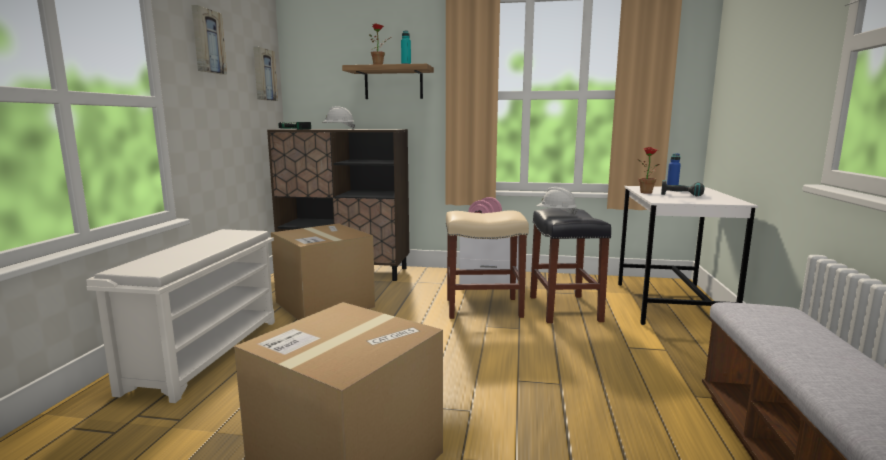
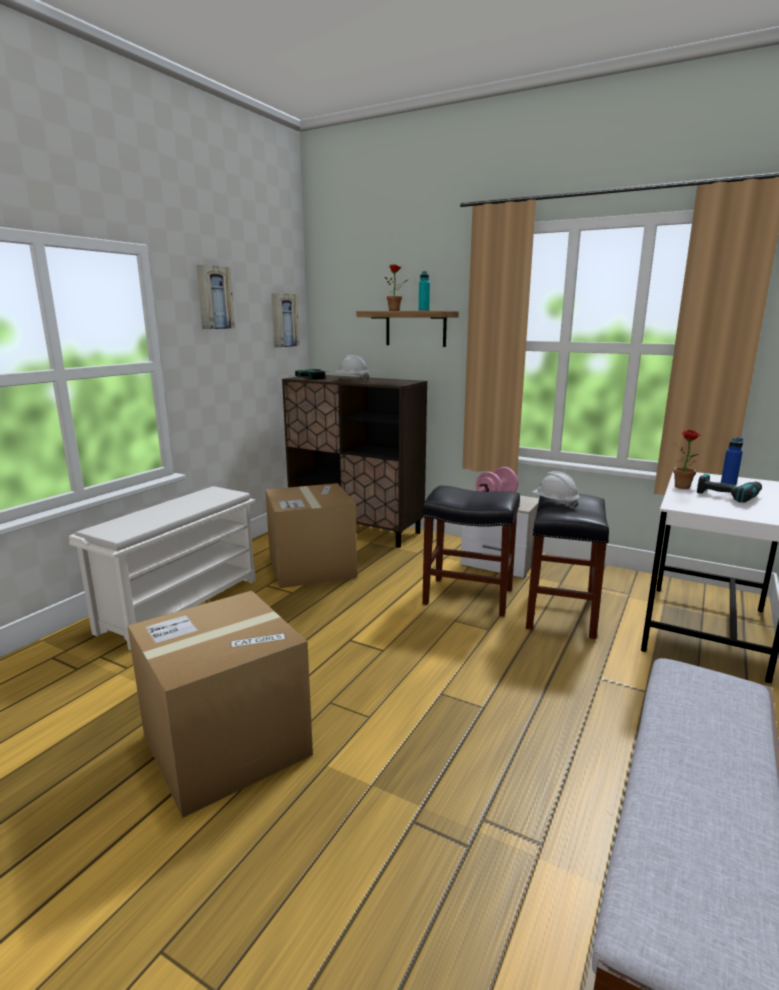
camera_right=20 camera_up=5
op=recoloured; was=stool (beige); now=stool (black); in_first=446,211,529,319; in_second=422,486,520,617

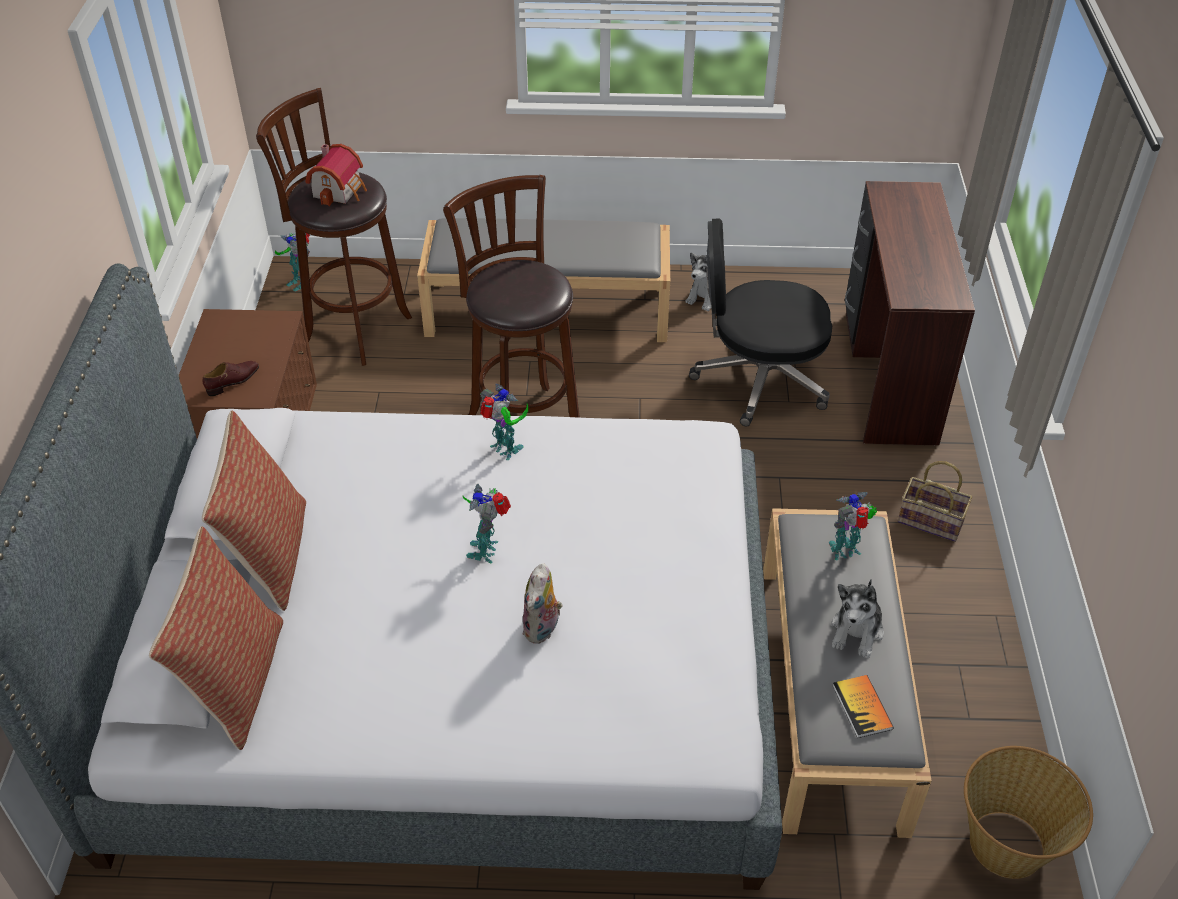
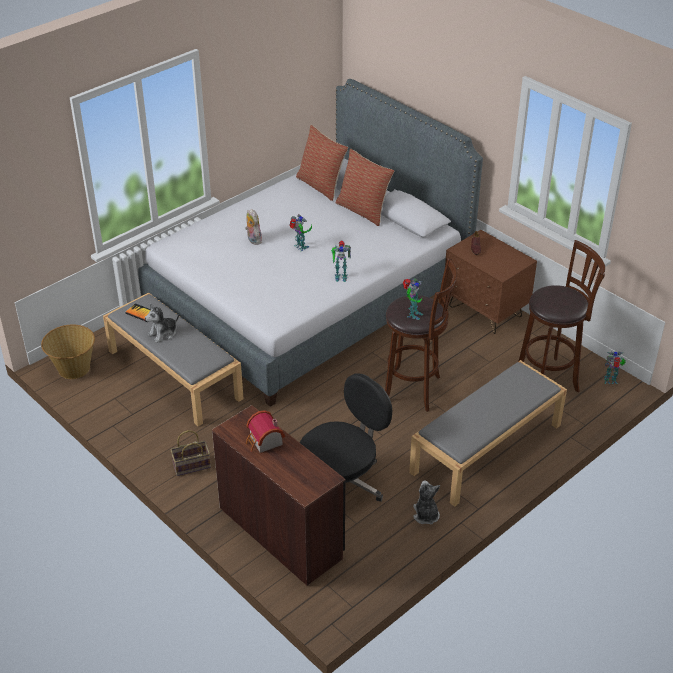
camera_right=135 camera_up=-5
op=moved; was=toy house; in_first=305,144,367,206; in_second=246,410,285,453
op=moved; was=toy robot; in_first=829,492,878,561; in_second=403,278,423,320
op=turned; was=plush toy; in_first=831,579,884,658; in_second=145,303,179,343; clockwise=-105

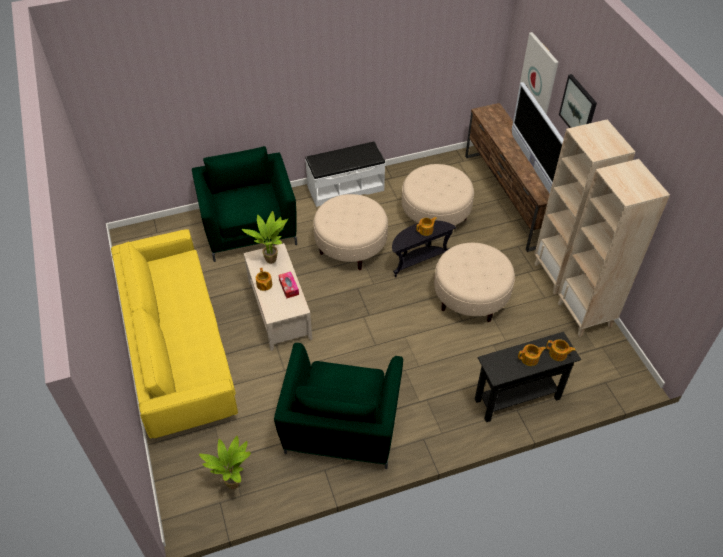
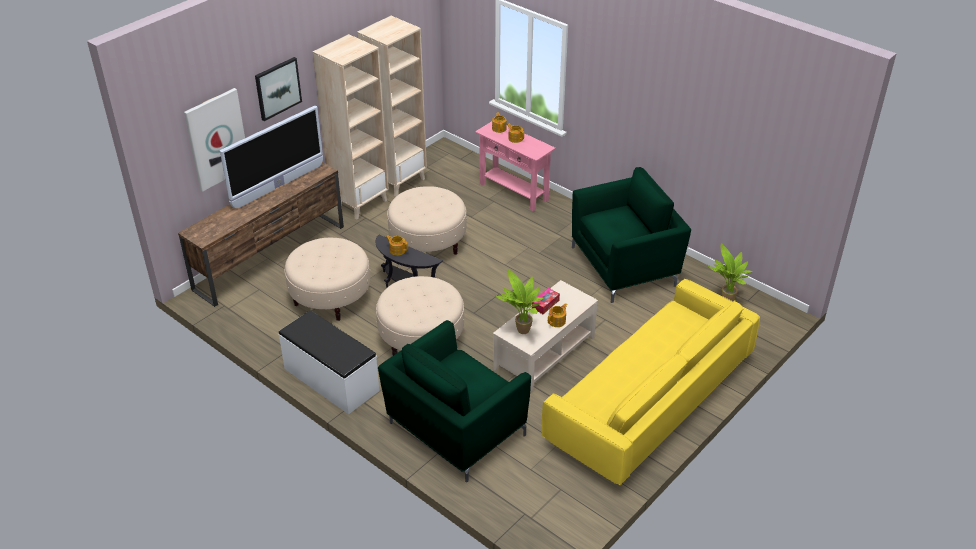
camera_right=-120 camera_up=-10
op=recoloured; was=console table (black); now=console table (pink); in_first=475,332,581,422; in_second=475,121,556,211

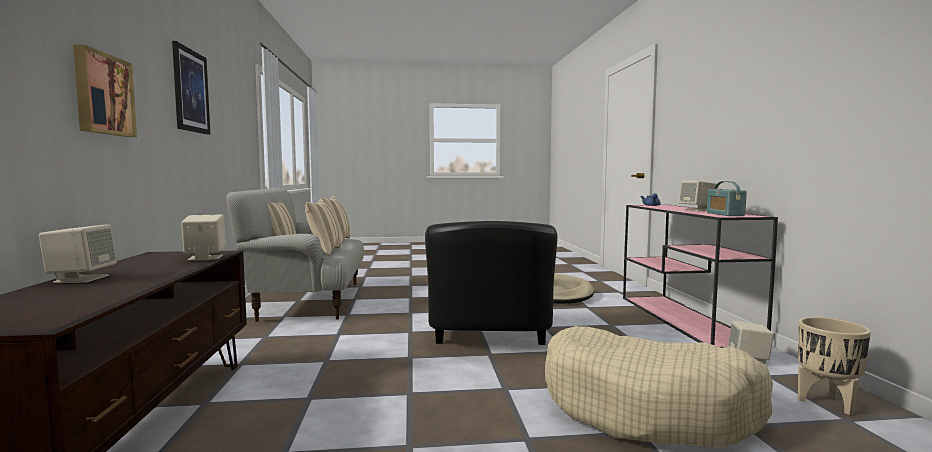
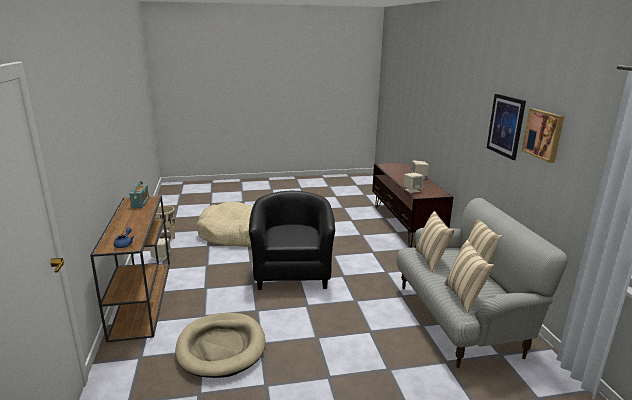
camera_right=175 camera_up=15
op=moved; was=picture; in_first=73,44,137,137; in_second=522,108,564,163
op=recoloured; was=console table (pink); now=console table (brown); in_first=623,205,778,348; in_second=90,195,170,342
op=removed; was=speaker (beige); in_first=679,181,716,211

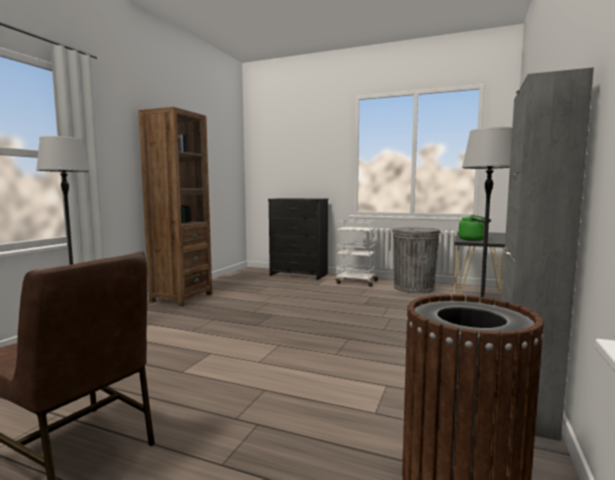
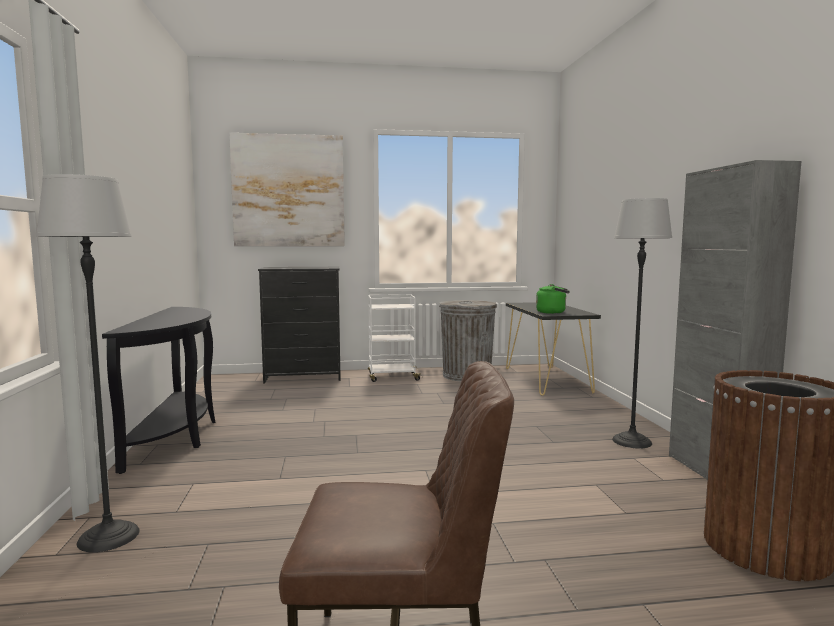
camera_right=-30 camera_up=0
op=replaced; was=bookcase (brown); now=console table (black); in_first=138,107,212,307; in_second=102,307,216,474
op=added; now=picture; in_second=229,133,345,246

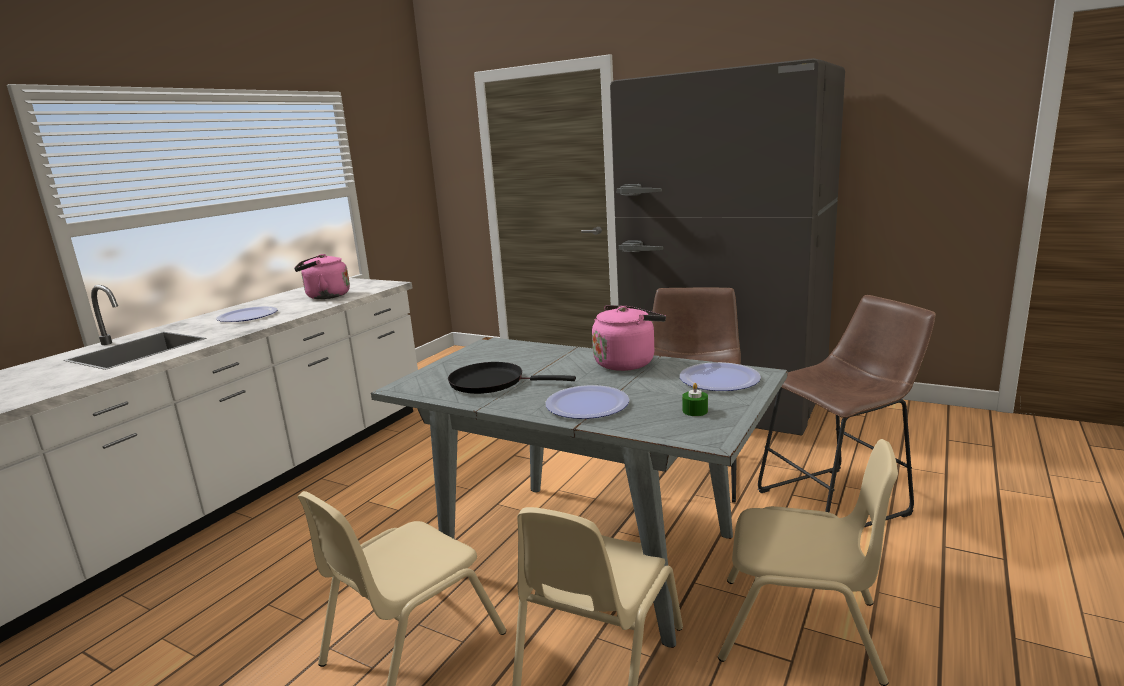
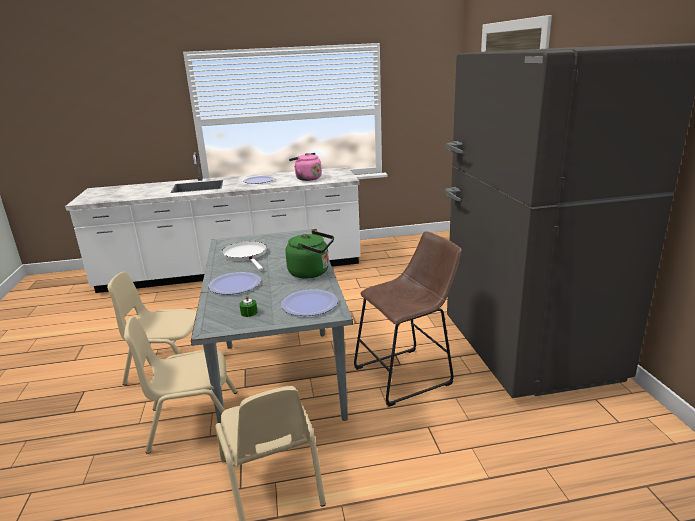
camera_right=50 camera_up=5
op=recoloured; was=frying pan (black); now=frying pan (white); in_first=448,362,576,394; in_second=222,241,267,270
op=recoloured; was=kettle (pink); now=kettle (green); in_first=592,305,666,371; in_second=286,231,334,279
op=removed; was=stool (brown); in_first=758,295,936,527

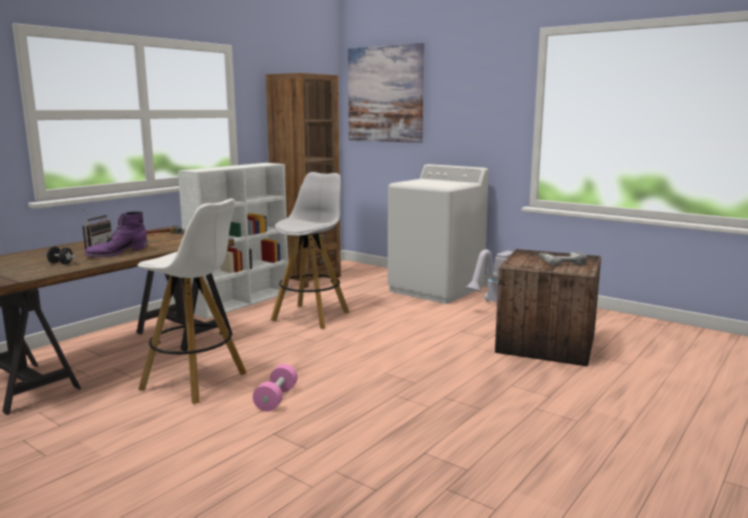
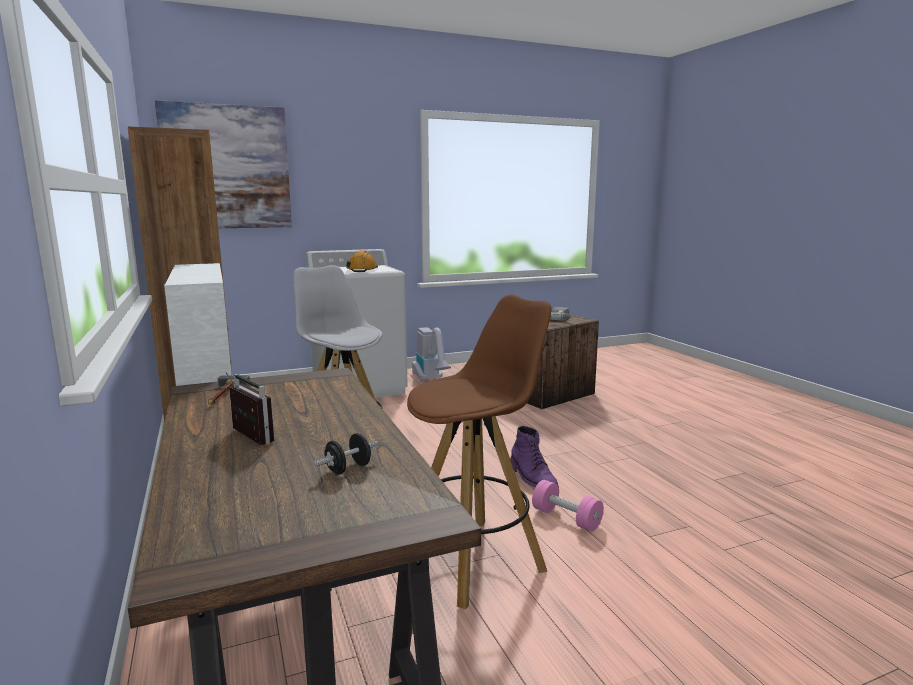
camera_right=-60 camera_up=0
op=moved; was=boot (purple); in_first=84,211,148,257; in_second=510,426,559,487
op=recoloured; was=stool (white); now=stool (brown); in_first=137,199,247,404; in_second=407,294,552,610
op=added; now=hard hat (orange); in_second=346,250,378,272

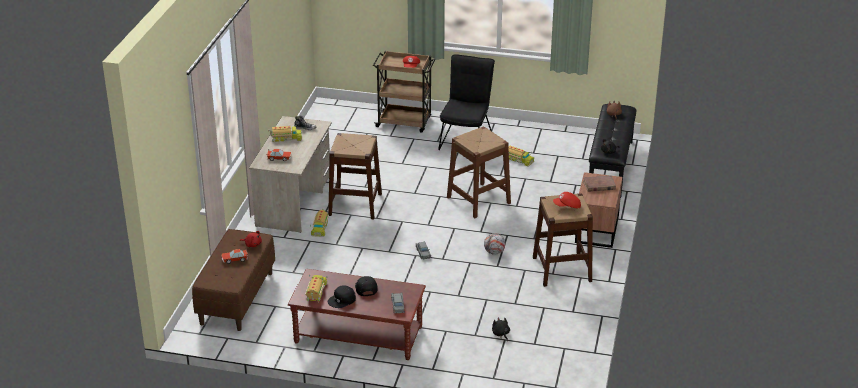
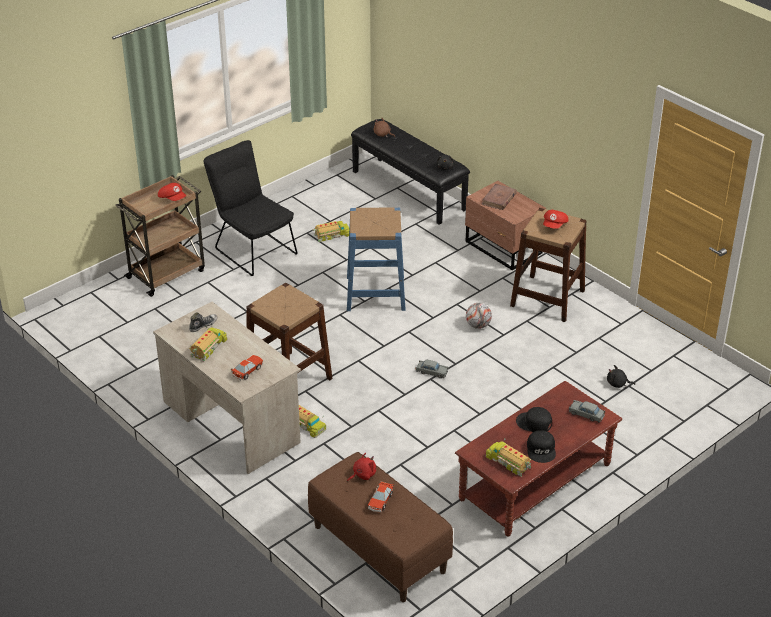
camera_right=-55 camera_up=5
op=recoloured; was=stool (brown); now=stool (blue); in_first=447,126,511,218; in_second=347,207,406,311

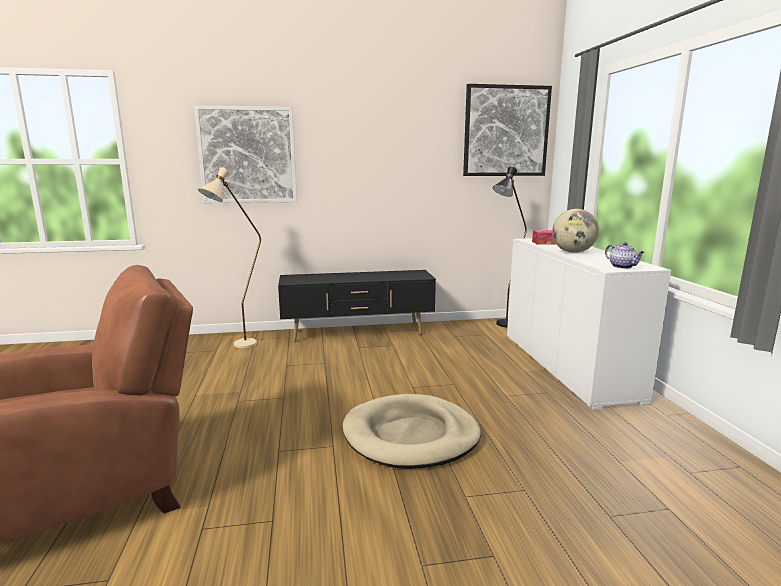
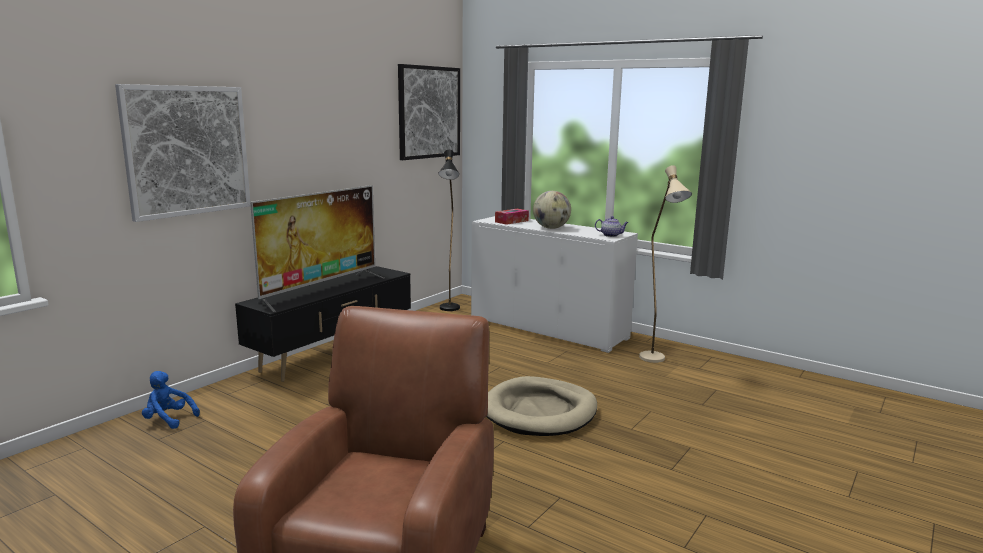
camera_right=-45 camera_up=0
op=moved; was=floor lamp (beige); in_first=198,167,261,348; in_second=639,165,692,363
op=added; now=plush toy (blue); in_second=142,371,200,429
op=added; now=television; in_second=250,185,384,312

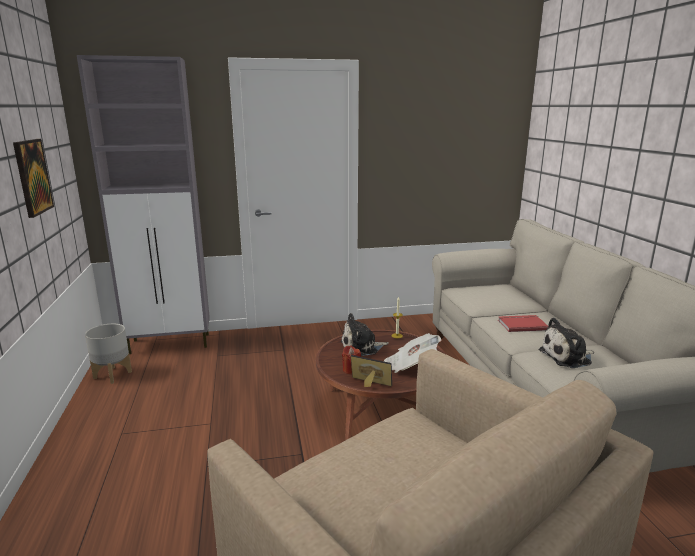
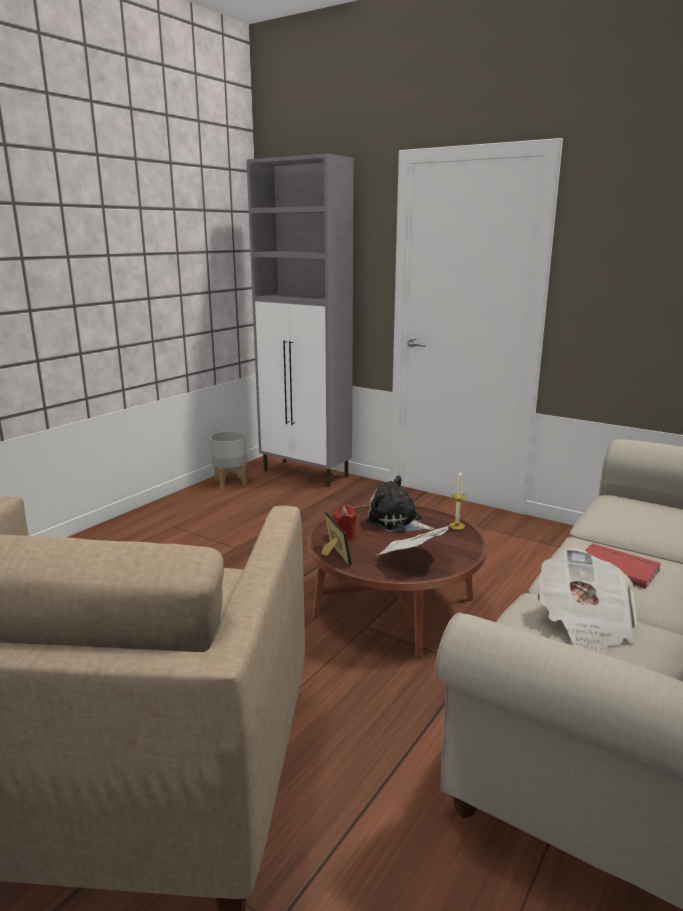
camera_right=45 camera_up=0
op=removed; was=picture; in_first=13,139,54,218
op=replaced; was=plush toy; now=newspaper; in_first=539,318,594,368; in_second=537,548,637,652

